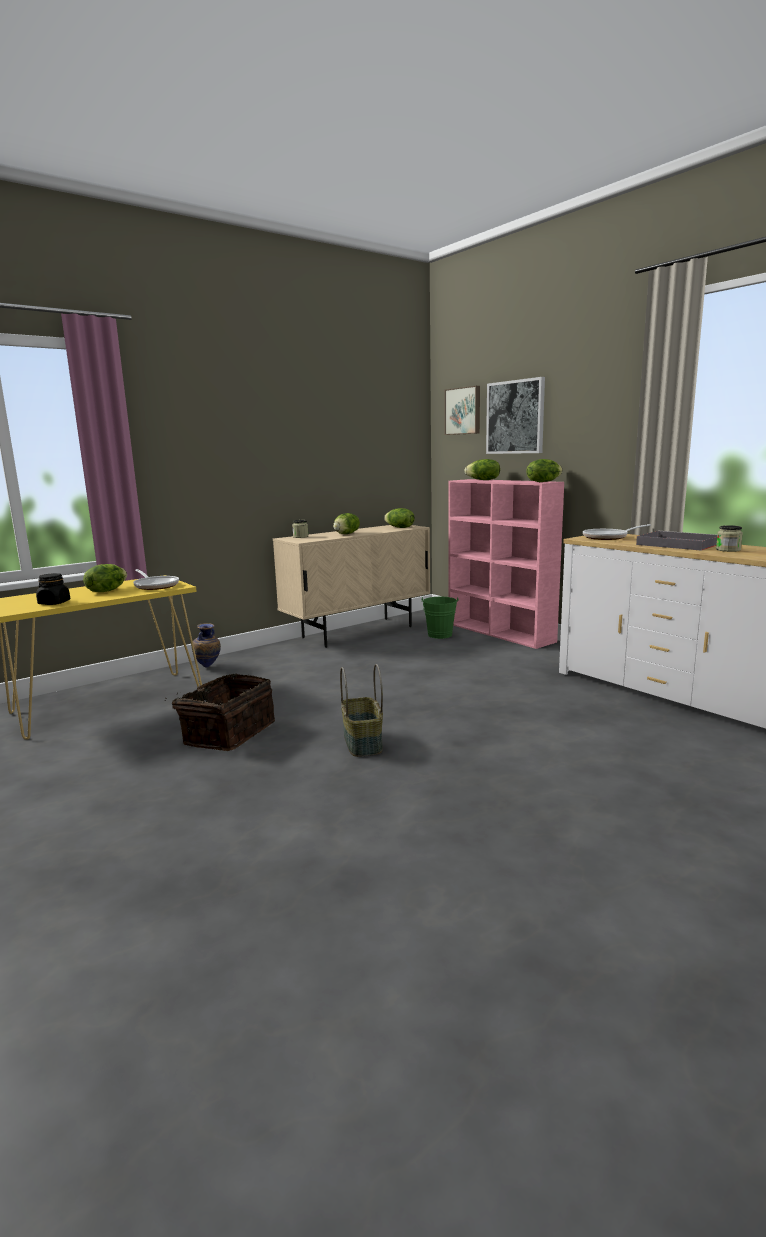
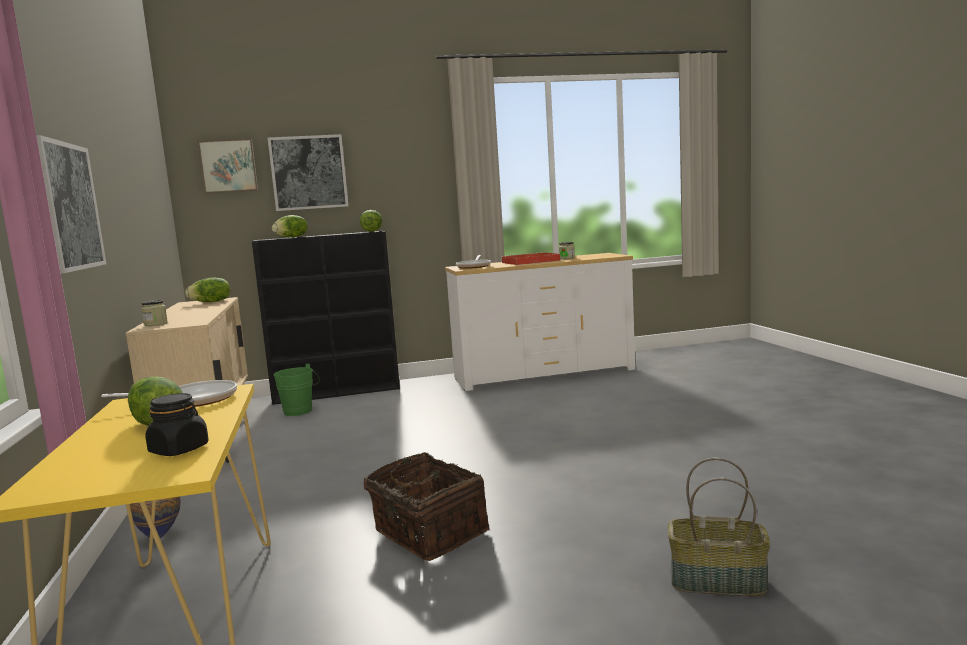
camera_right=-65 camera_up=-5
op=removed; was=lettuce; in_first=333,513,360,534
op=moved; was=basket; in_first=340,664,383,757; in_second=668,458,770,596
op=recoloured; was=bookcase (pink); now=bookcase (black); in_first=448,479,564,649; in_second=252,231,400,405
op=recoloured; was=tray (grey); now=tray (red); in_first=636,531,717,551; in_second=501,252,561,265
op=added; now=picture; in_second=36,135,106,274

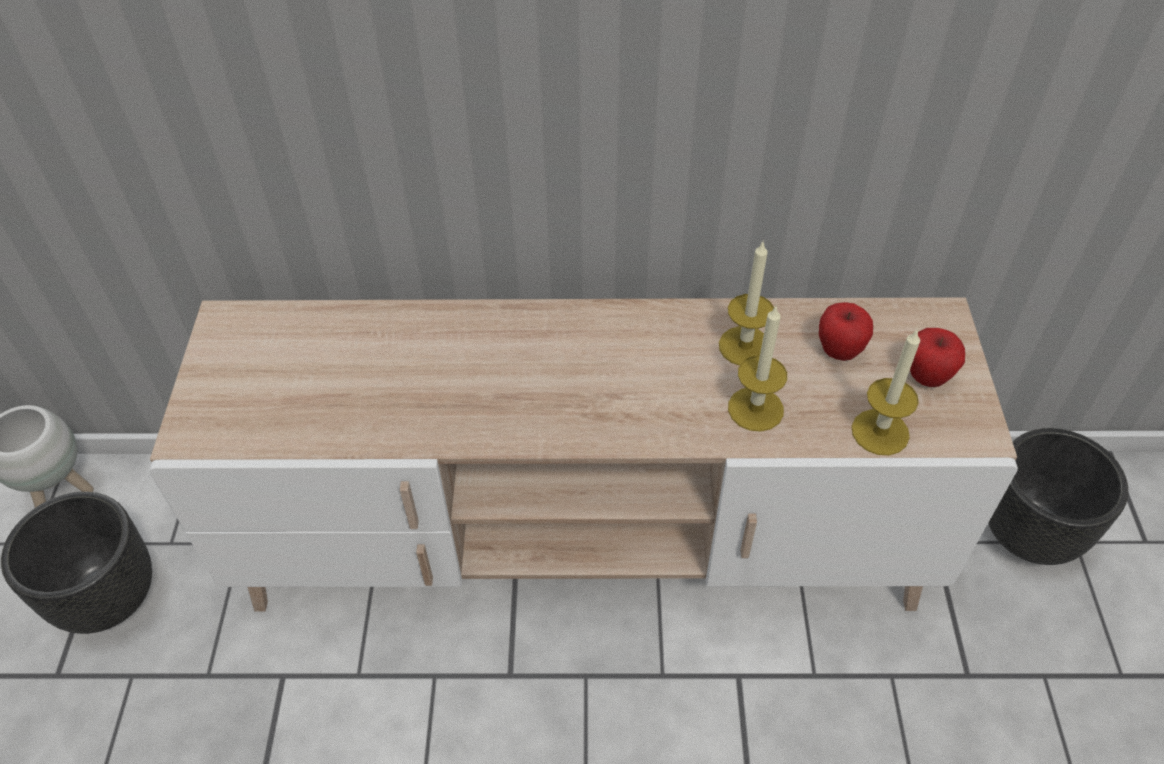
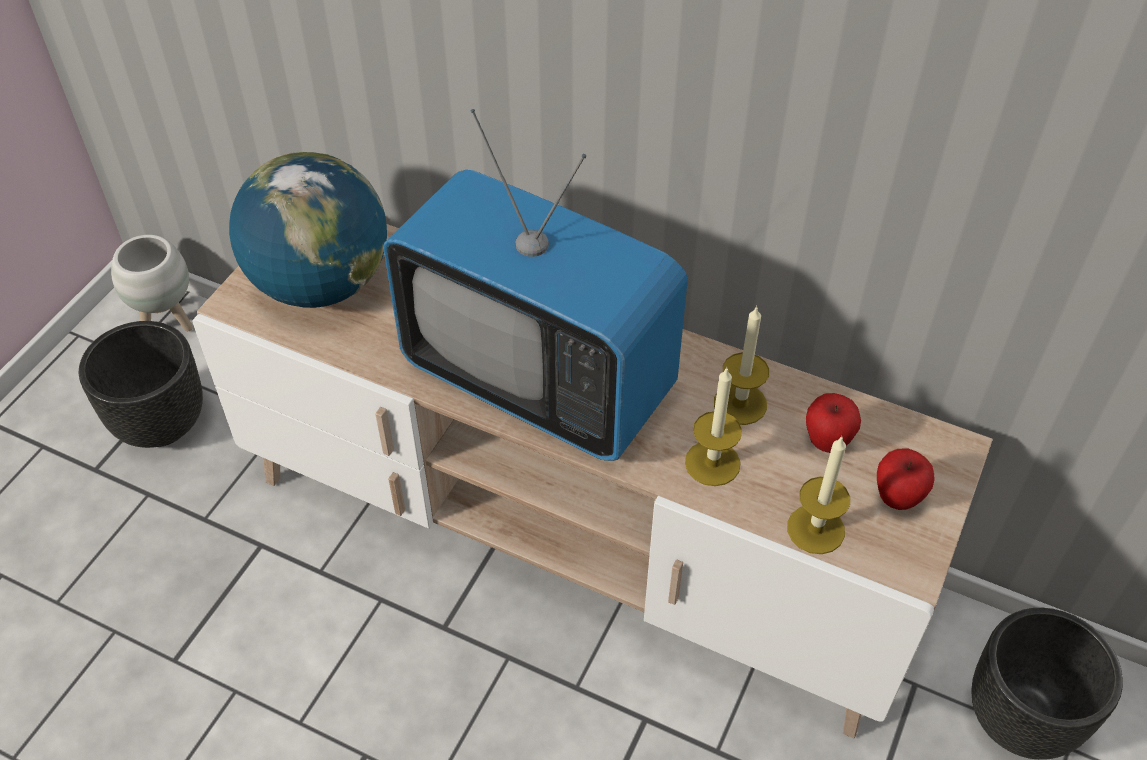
camera_right=25 camera_up=0
op=added; now=globe; in_second=229,152,387,308
op=added; now=television; in_second=383,109,688,461

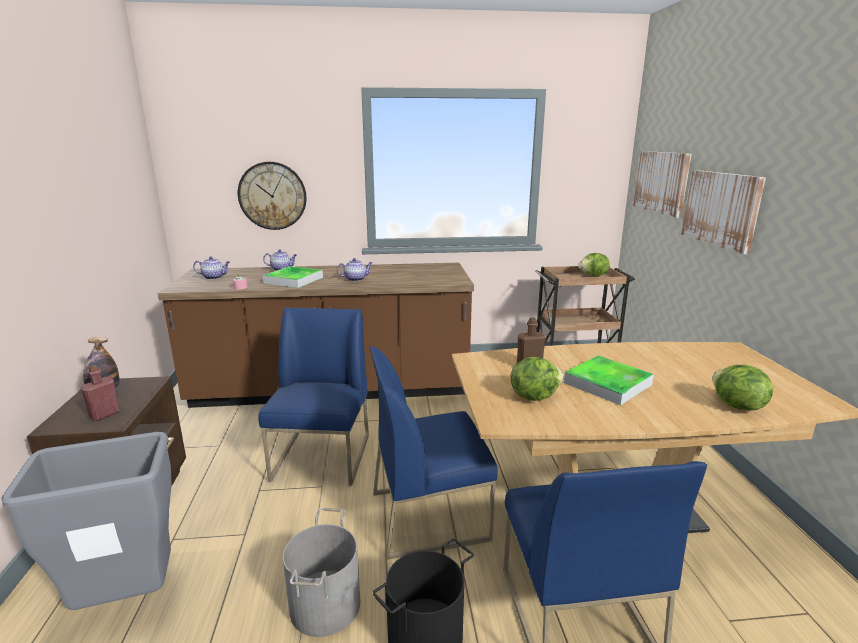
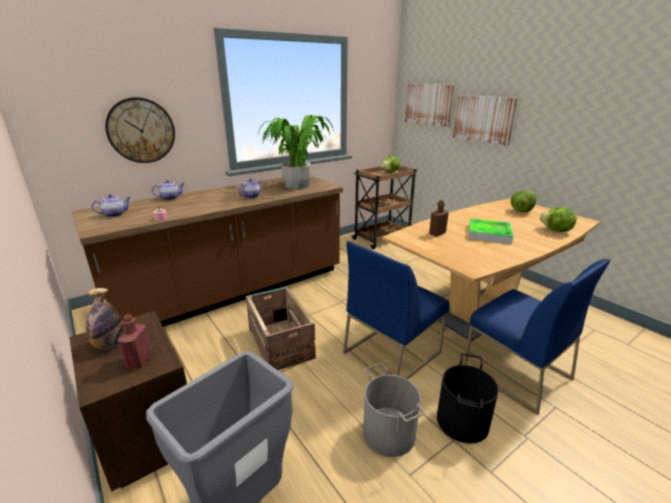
camera_right=-30 camera_up=5
op=replaced; was=chair (blue); now=crate; in_first=258,308,369,486; in_second=246,287,316,370
op=removed; was=tray; in_first=263,266,323,288
op=moved; was=lettuce; in_first=510,357,564,401; in_second=511,190,536,213
op=added; now=potted plant; in_second=258,115,334,189

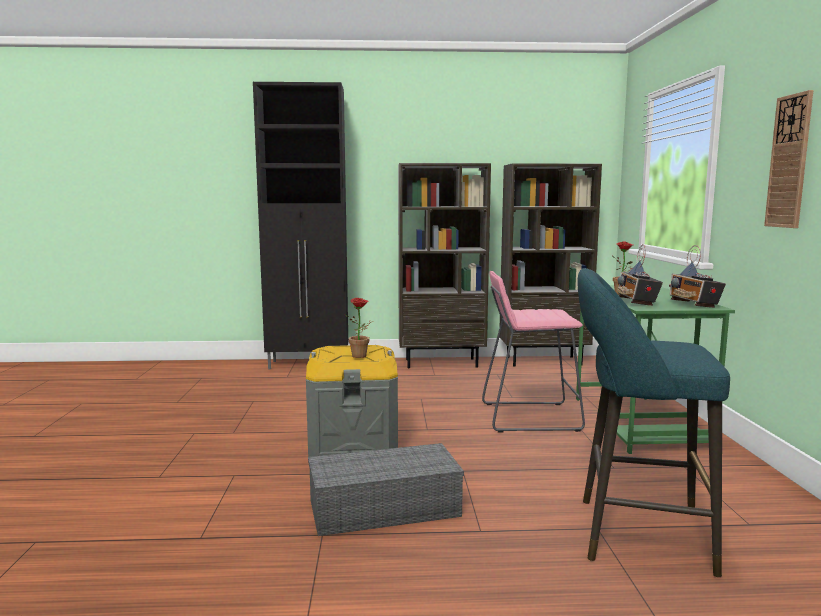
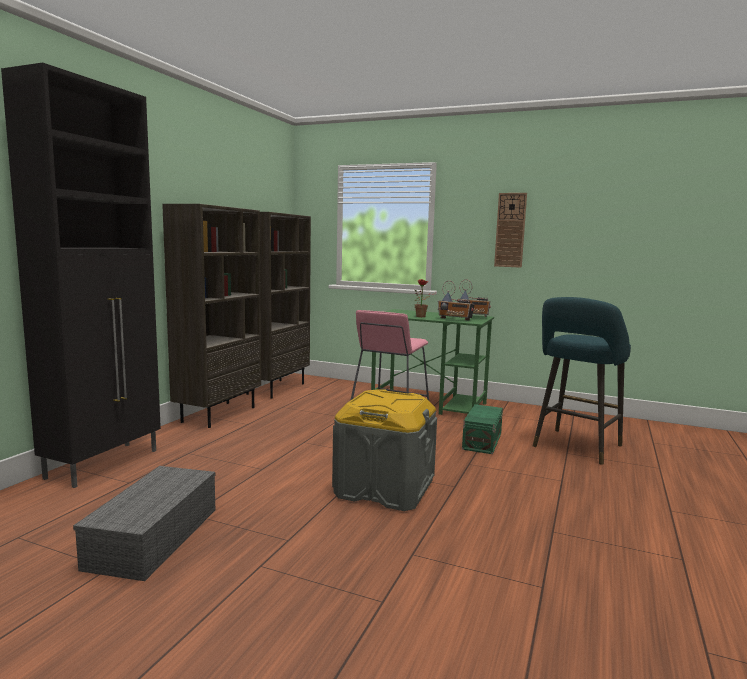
camera_right=-65 camera_up=0
op=moved; was=storage box (grey); in_first=308,443,464,536; in_second=73,466,215,581
op=removed; was=potted plant; in_first=345,298,373,358
op=added; now=storage box (green); in_second=462,404,503,454

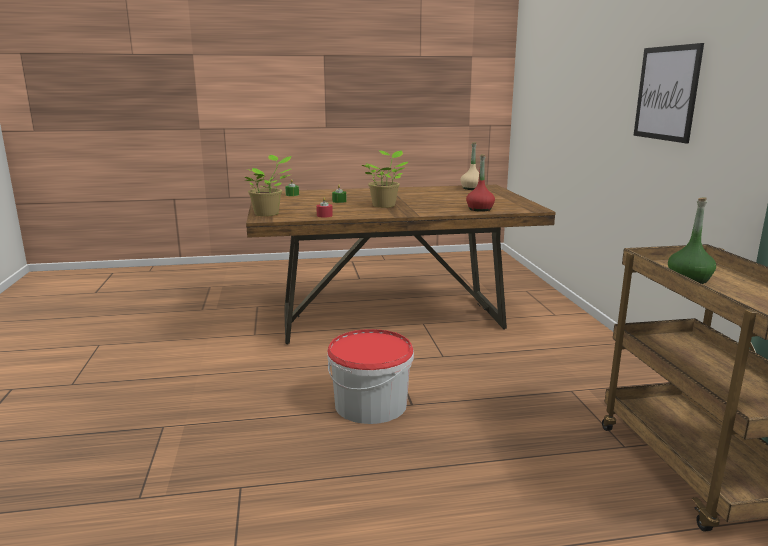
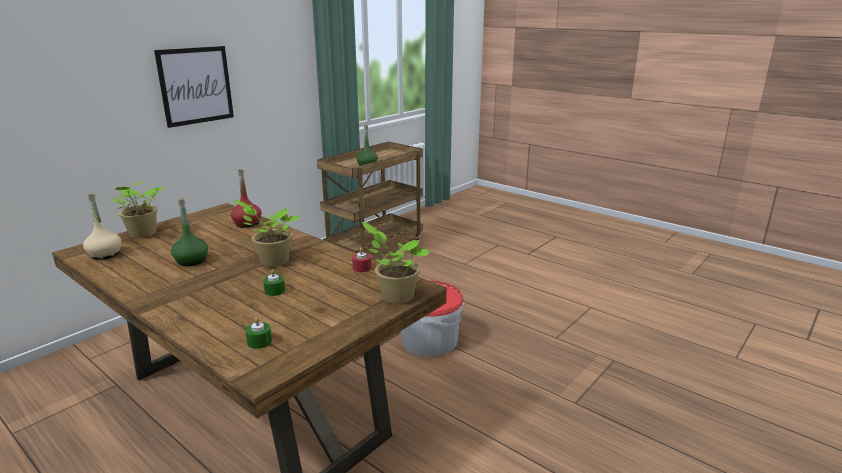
camera_right=-130 camera_up=5
op=added; now=potted plant; in_second=108,180,163,238
op=added; now=bottle (green); in_second=171,198,208,266

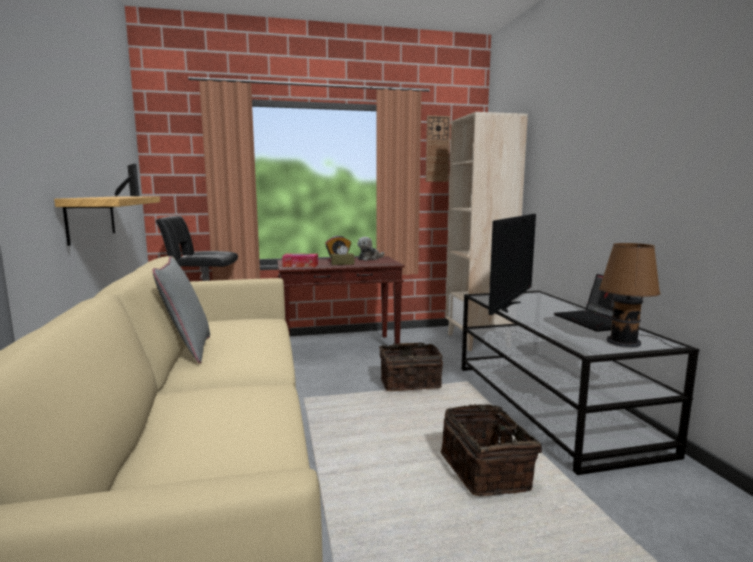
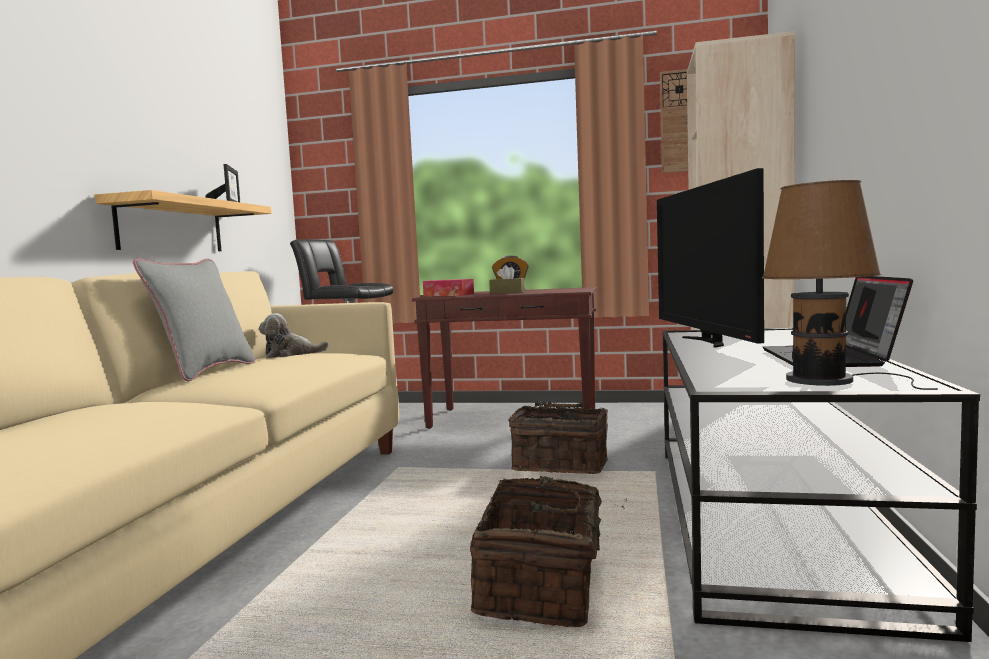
camera_right=25 camera_up=-5
op=moved; was=plush toy; in_first=357,237,385,261; in_second=259,313,328,358
op=turned; was=television; in_first=488,214,536,315; in_second=657,168,764,348; clockwise=120

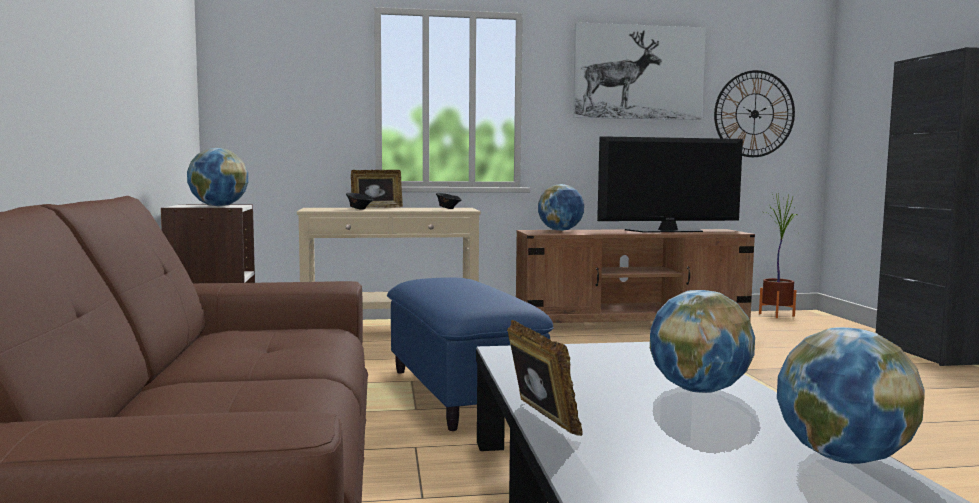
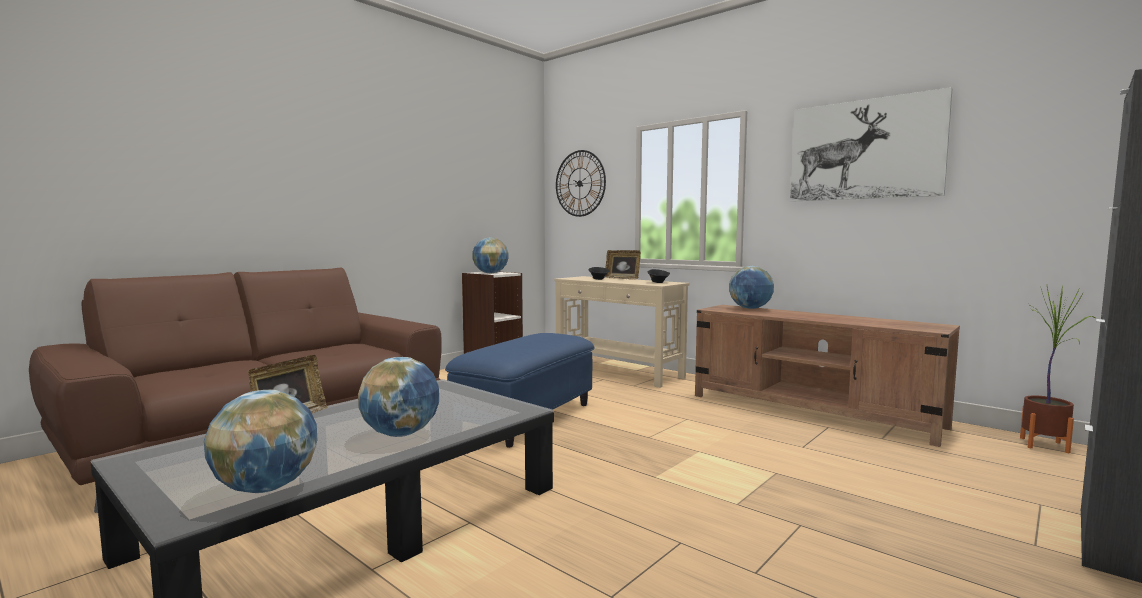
camera_right=50 camera_up=0
op=removed; was=television; in_first=597,136,743,233
op=moved; was=wall clock; in_first=714,70,795,157; in_second=556,150,606,217

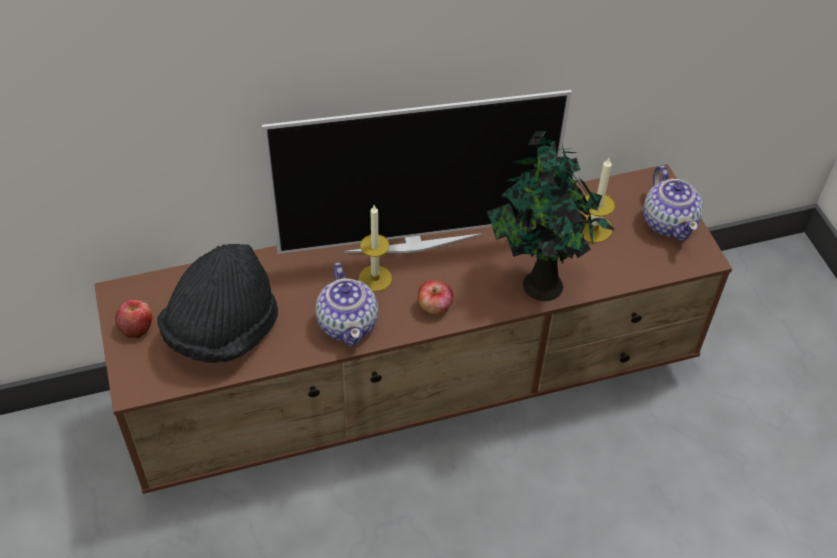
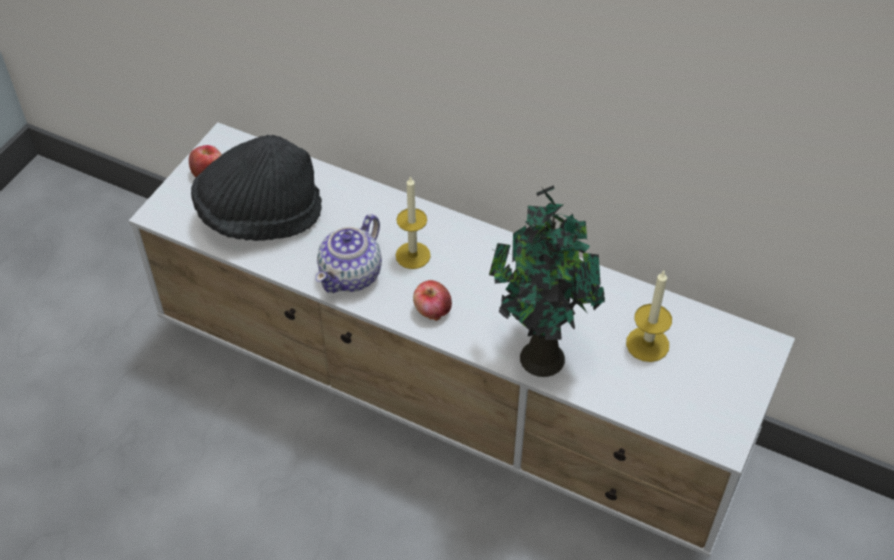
camera_right=45 camera_up=0
op=recoloured; was=tv stand (brown); now=tv stand (white); in_first=94,164,732,494; in_second=129,122,795,557
op=removed; was=television; in_first=262,90,572,254
op=removed; was=teapot; in_first=643,165,703,241

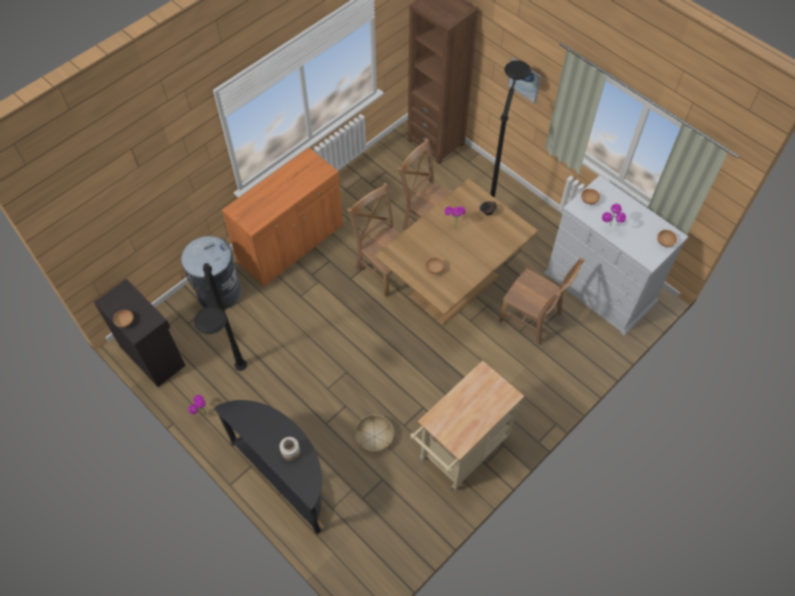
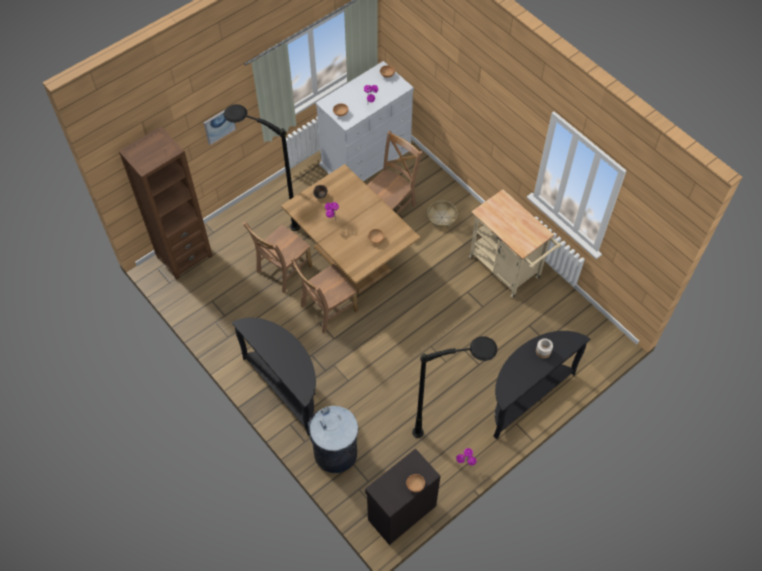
camera_right=-85 camera_up=0
op=replaced; was=cabinet (orange); now=console table (black); in_first=222,147,343,286; in_second=232,318,316,436
op=moved; was=basket; in_first=355,415,394,454; in_second=427,200,458,228

